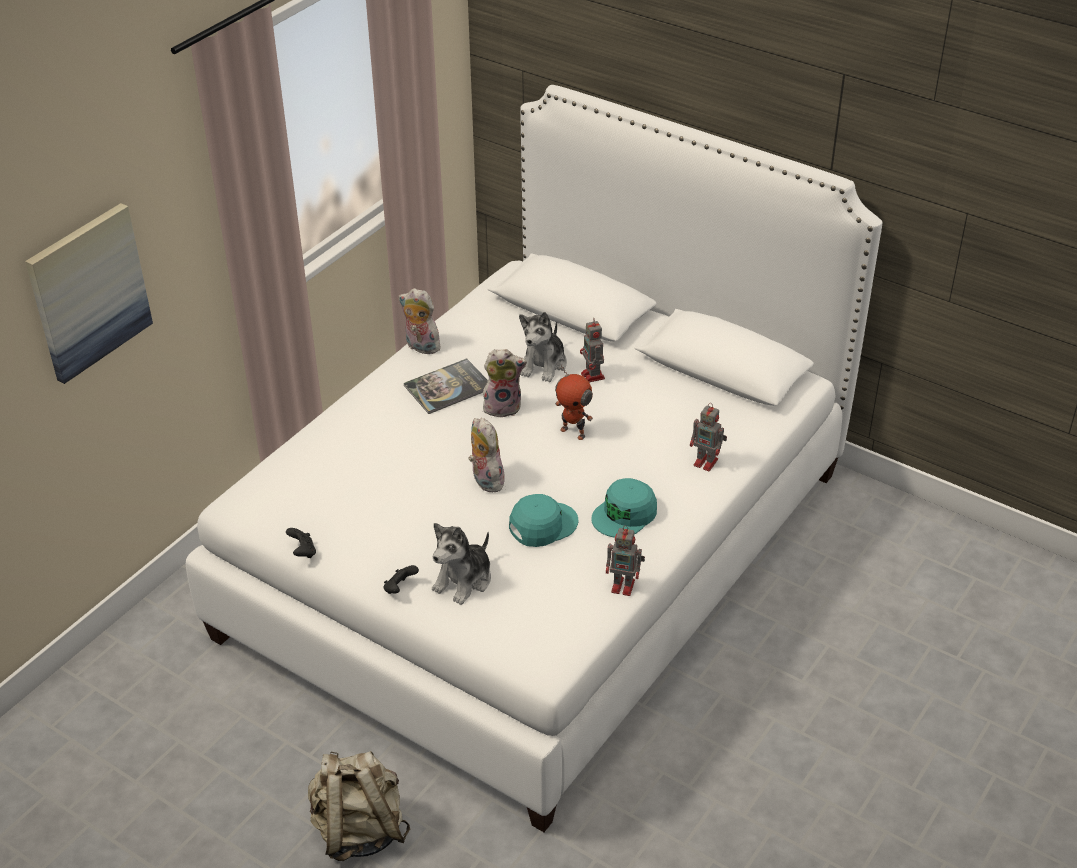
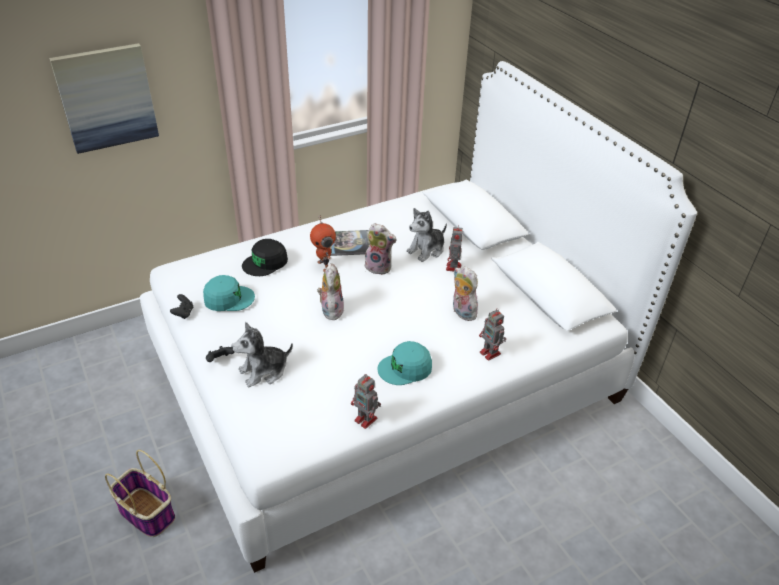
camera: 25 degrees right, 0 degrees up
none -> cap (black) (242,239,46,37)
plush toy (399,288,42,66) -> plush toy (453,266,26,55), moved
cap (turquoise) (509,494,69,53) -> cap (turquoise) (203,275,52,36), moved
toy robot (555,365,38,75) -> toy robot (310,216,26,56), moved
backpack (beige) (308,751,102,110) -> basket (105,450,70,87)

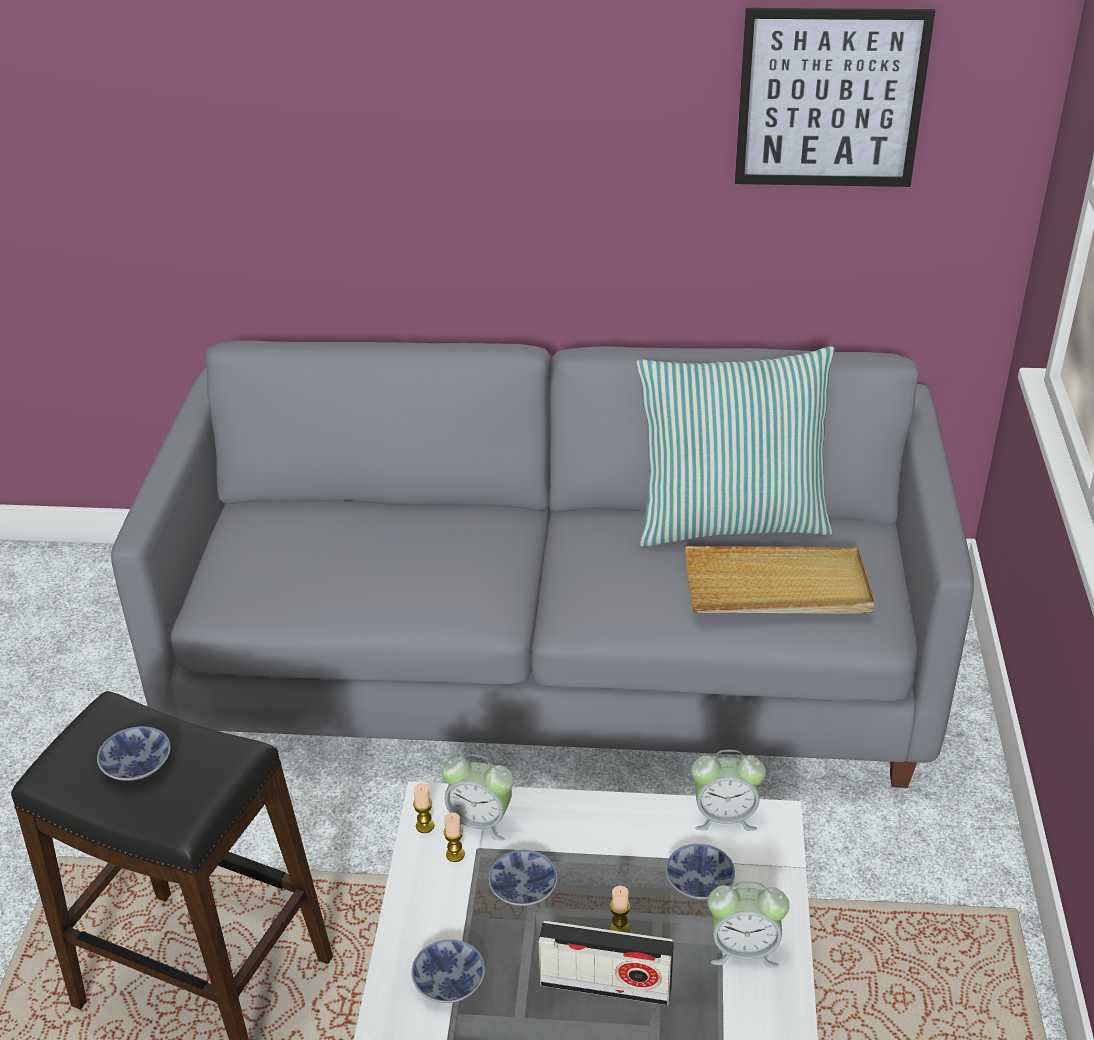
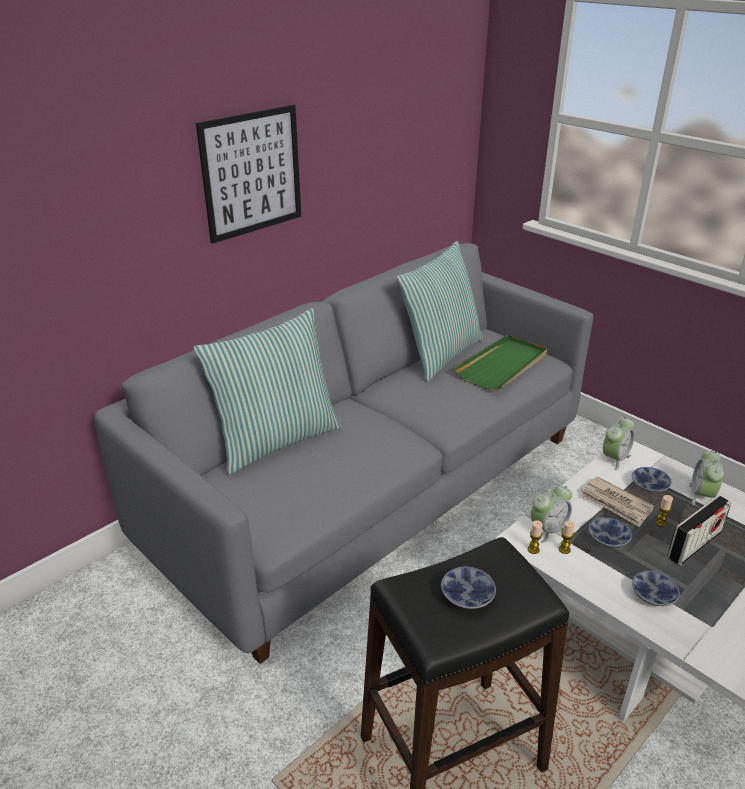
camera: 50 degrees left, 5 degrees down
none -> pillow (194,308,148,166)
none -> newspaper (580,476,74,51)
picture (735,8,200,179) -> picture (196,105,105,139), moved
tray (beige) (686,546,189,68) -> tray (green) (454,335,93,55)
alarm clock (708,881,82,86) -> alarm clock (689,450,35,55), 150 degrees clockwise

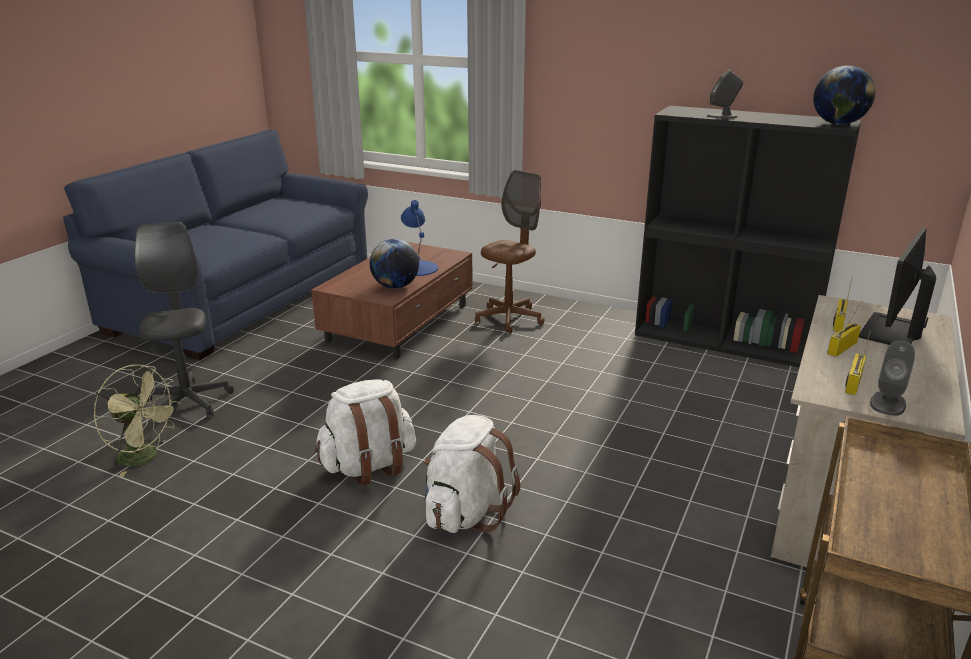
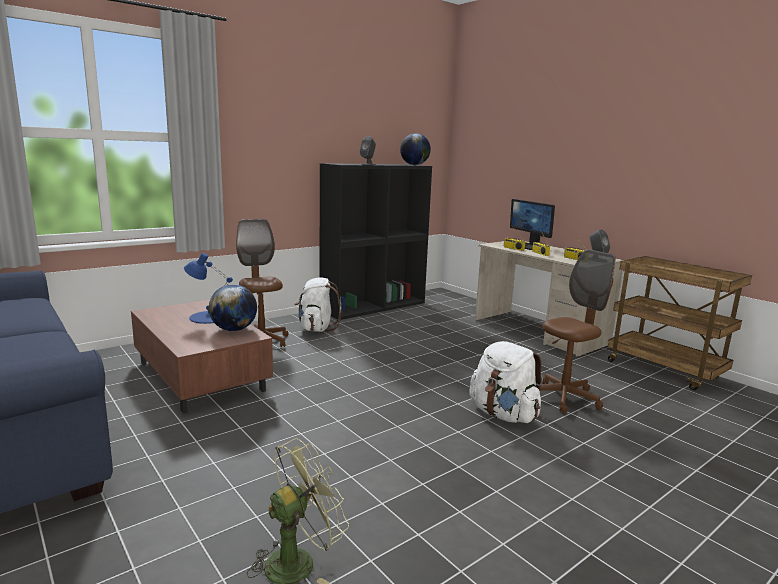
camera: 65 degrees left, 10 degrees down
office chair (grey) (134,222,100,202) -> none
none -> office chair (brown) (540,249,76,165)
backpack (white) (314,379,102,107) -> backpack (white) (294,278,48,54), moved

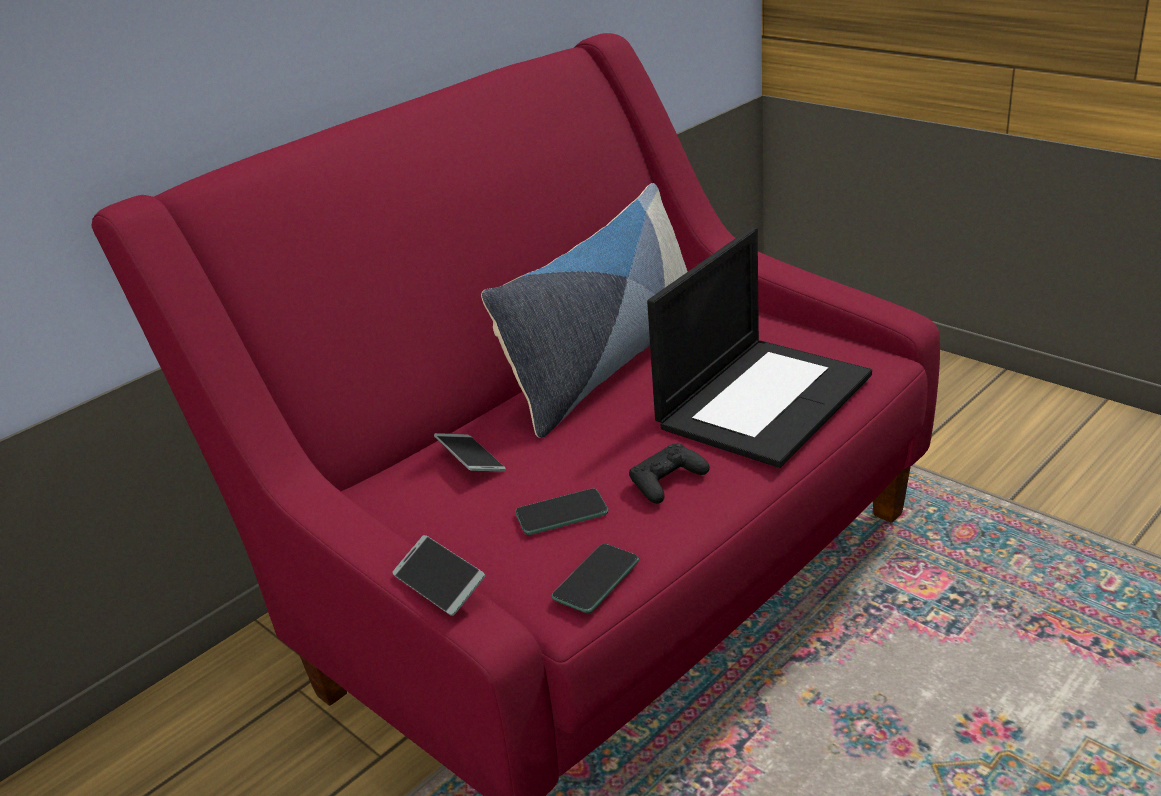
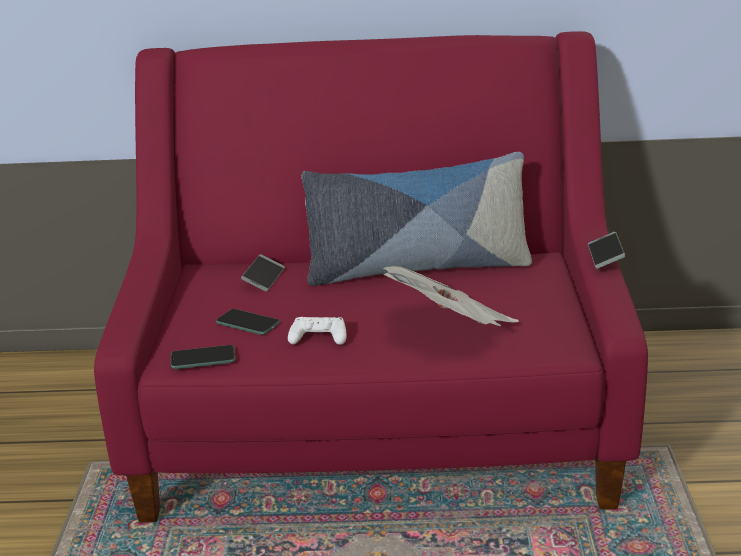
camera: 45 degrees right, 5 degrees down
phone (392,535,93,81) -> phone (588,232,37,37), moved
laptop (647,228,225,240) -> newspaper (383,266,136,60)
game controller (black) (629,444,81,60) -> game controller (white) (288,317,58,28)

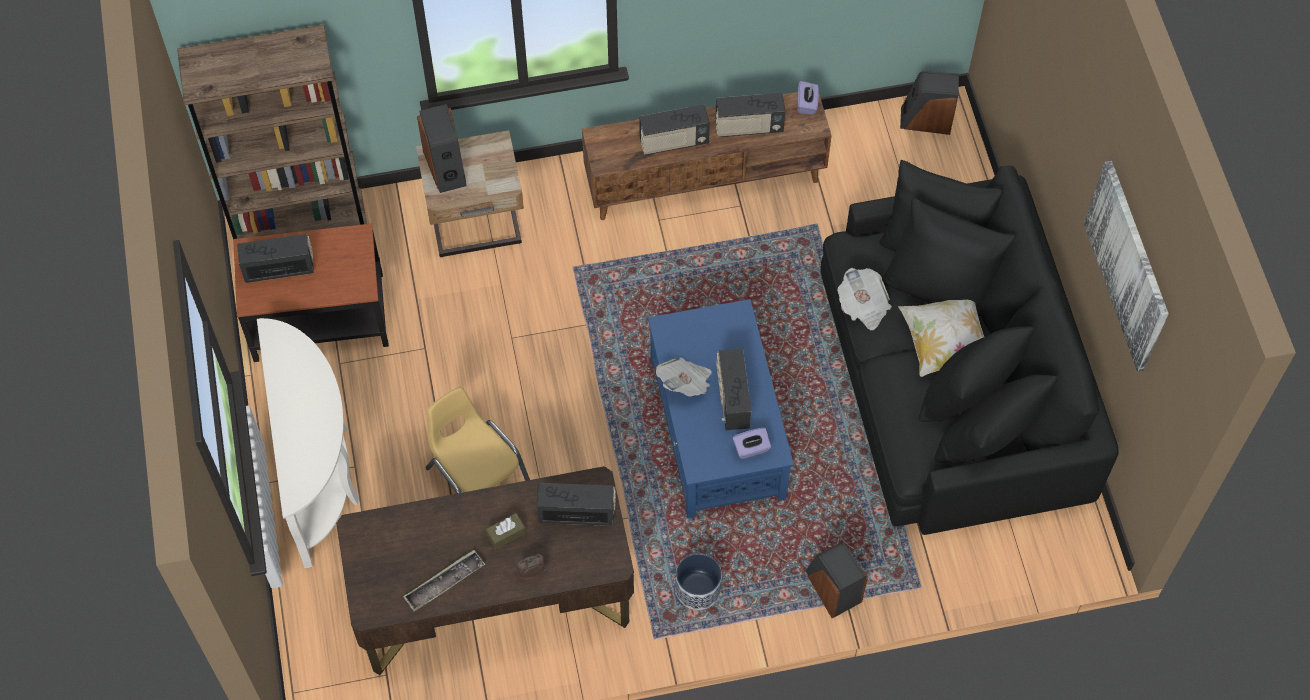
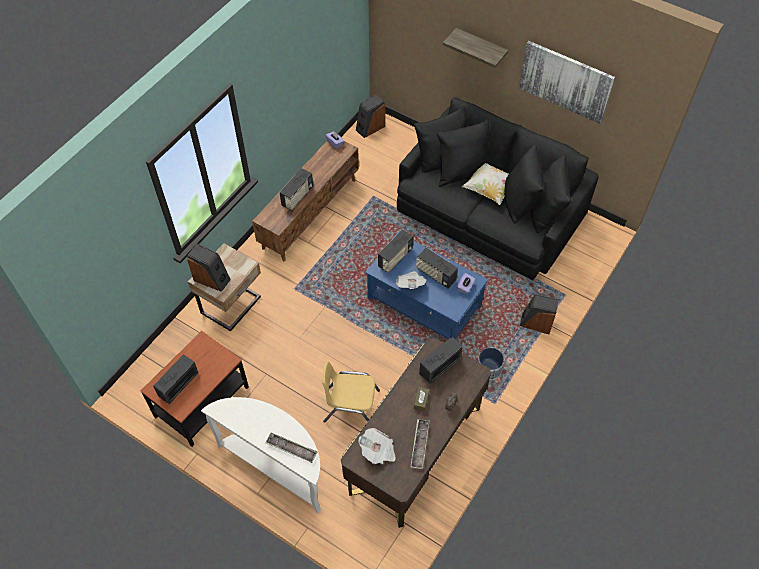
camera: 45 degrees left, 5 degrees down
bookcase (brown) (177,25,190,214) -> none
none -> tray (265,433,52,30)
none -> shelf (443,28,65,40)
radio (716,93,69,44) -> radio (378,230,35,43), moved
newspaper (837,268,55,62) -> newspaper (359,428,37,36), moved

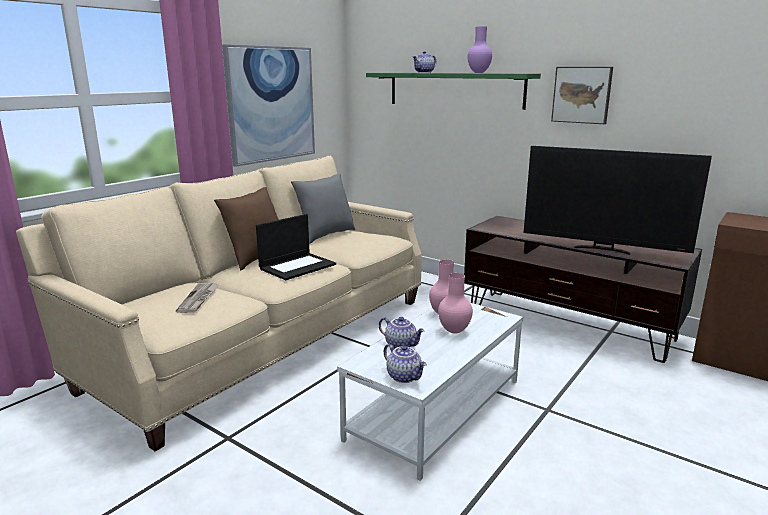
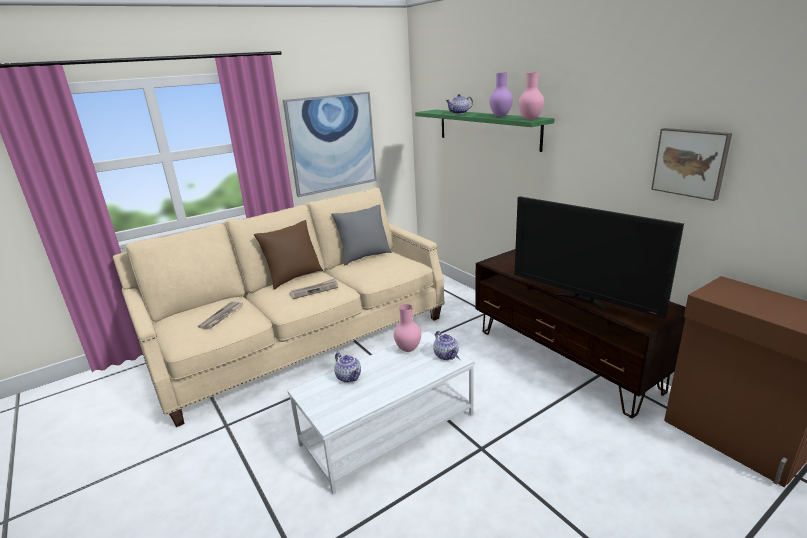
camera: 20 degrees right, 5 degrees up
teapot (384,344,43,39) -> teapot (433,331,26,29), moved
vase (pink) (438,273,35,61) -> vase (pink) (518,72,26,48), moved
picture (551,67,62,57) -> picture (651,128,81,73), moved
laptop (256,214,80,66) -> newspaper (289,279,49,20)

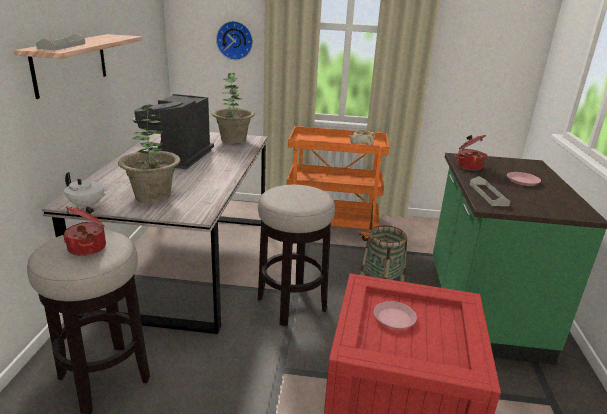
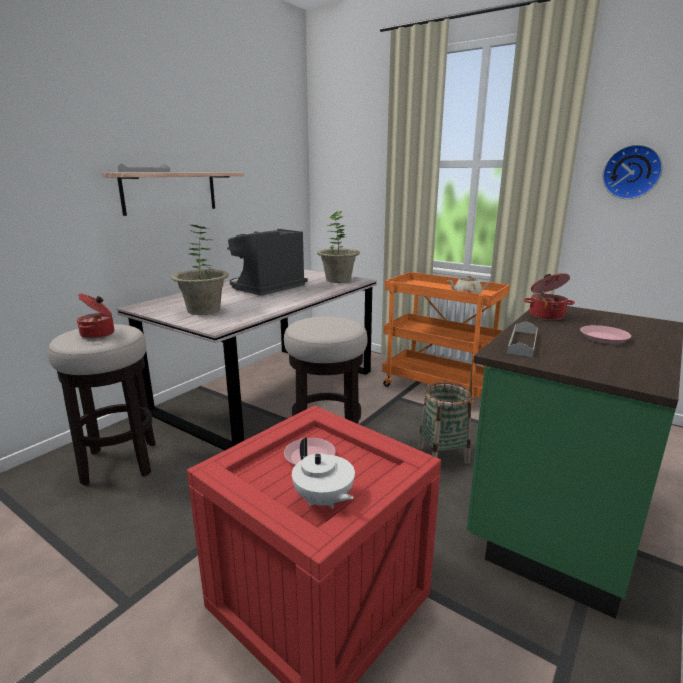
camera: 30 degrees right, 5 degrees down
teapot (white) (64,172,42,37) -> teapot (white) (292,438,63,71), moved
wall clock (216,21,37,39) -> wall clock (602,144,61,55), moved

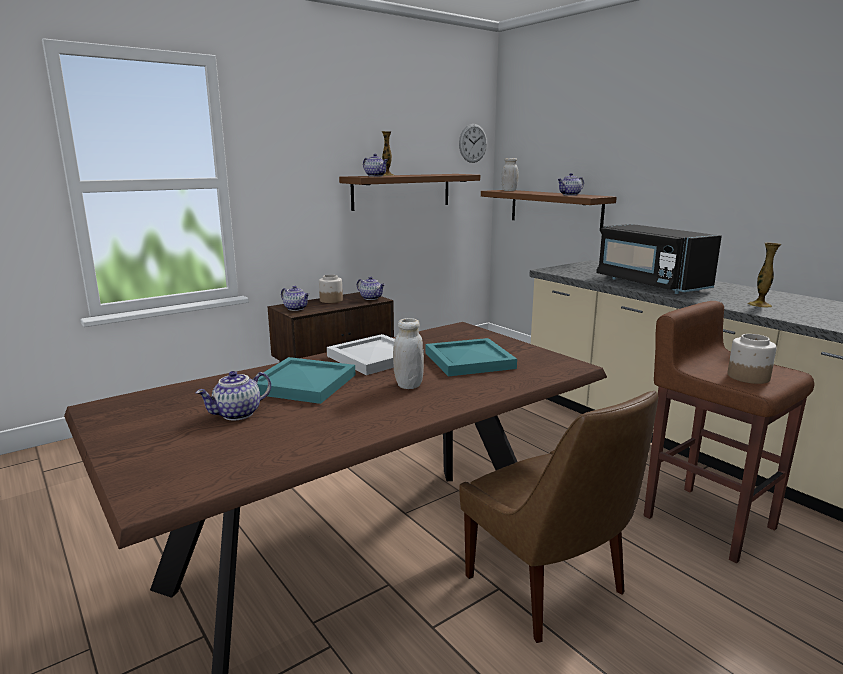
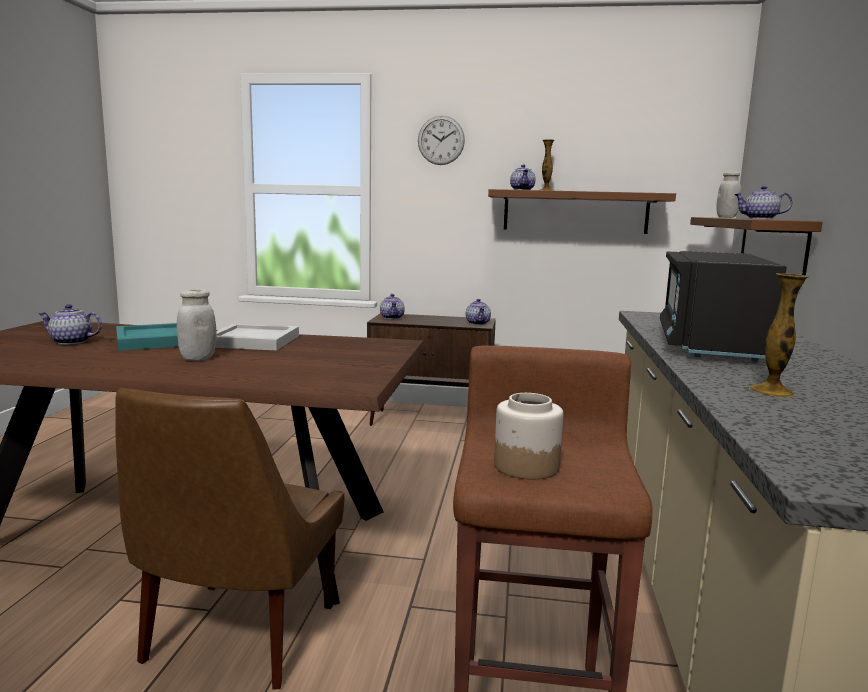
camera: 45 degrees right, 5 degrees down
jar (319,275,24,28) -> none
tray (turquoise) (426,338,91,38) -> none
wall clock (459,124,28,39) -> wall clock (418,116,47,49), moved

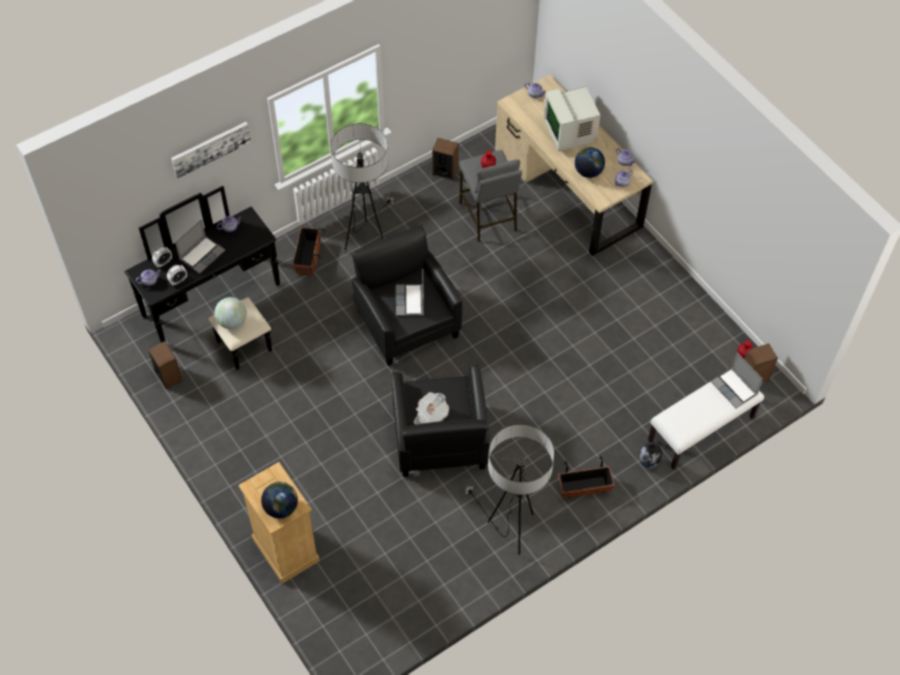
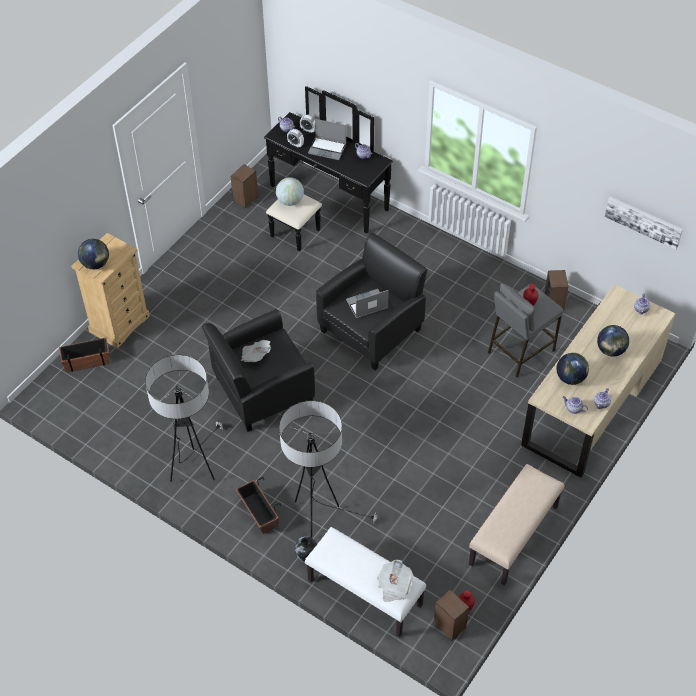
camera: 70 degrees right, 5 degrees down
none -> bench (beige) (469,464,96,121)
picture (171,122,80,57) -> picture (605,196,78,53), moved
planter (292,227,33,49) -> planter (59,338,50,35), moved
floor lamp (331,124,62,126) -> floor lamp (279,401,100,137), moved
monitor (543,87,57,64) -> globe (597,325,32,32)
laptop (711,352,52,57) -> newspaper (377,560,37,42)

